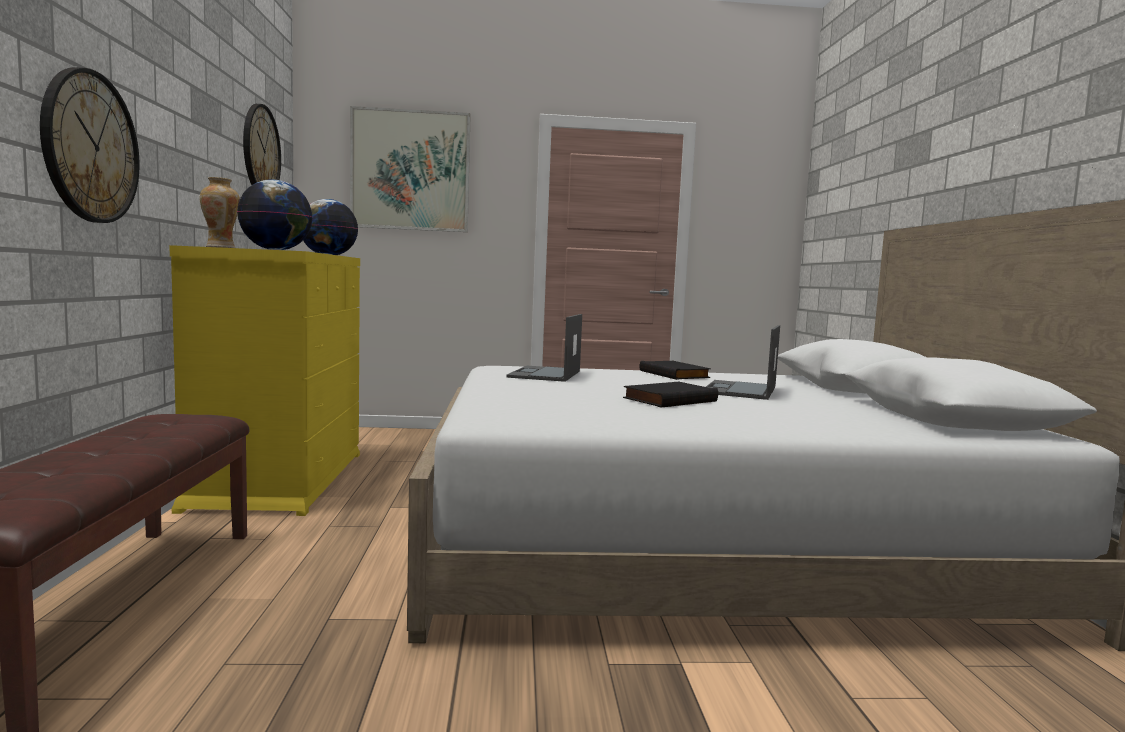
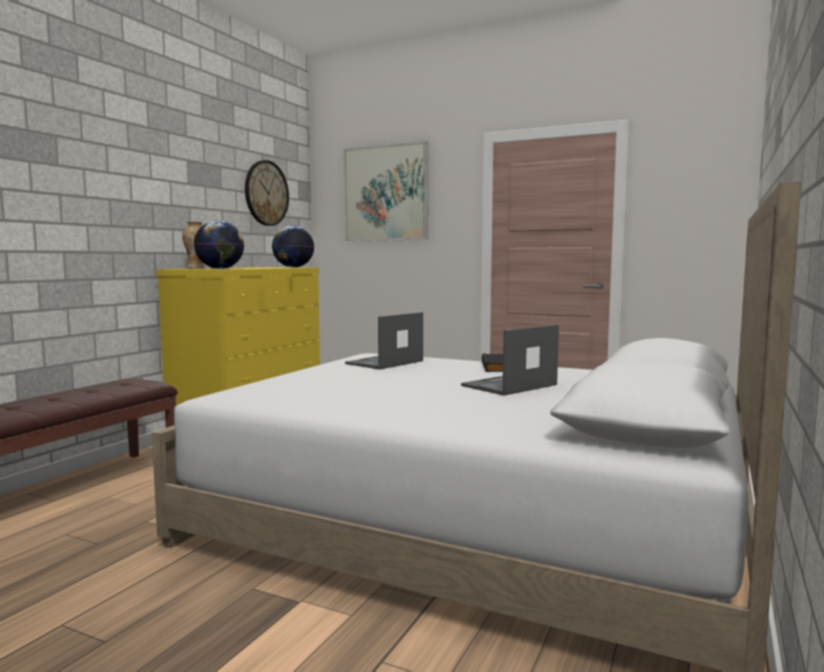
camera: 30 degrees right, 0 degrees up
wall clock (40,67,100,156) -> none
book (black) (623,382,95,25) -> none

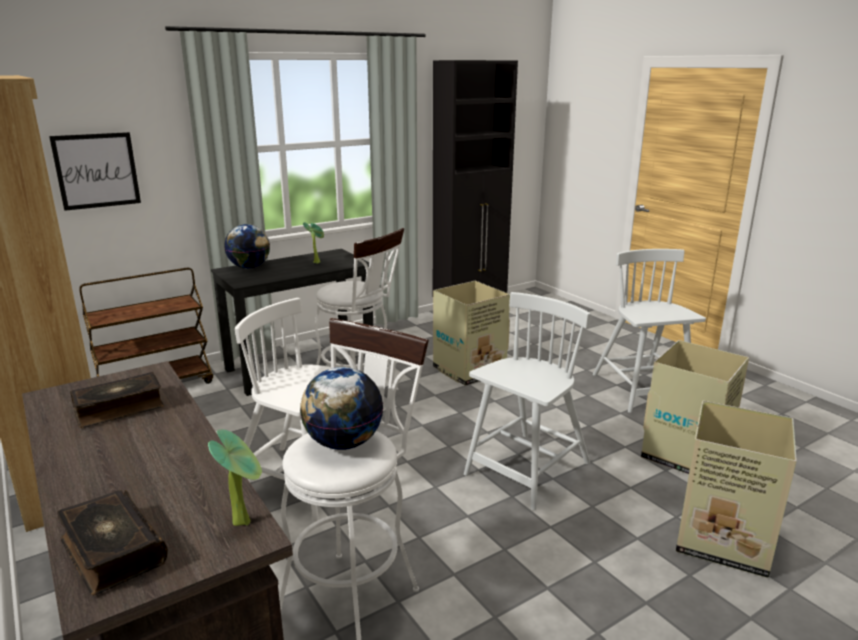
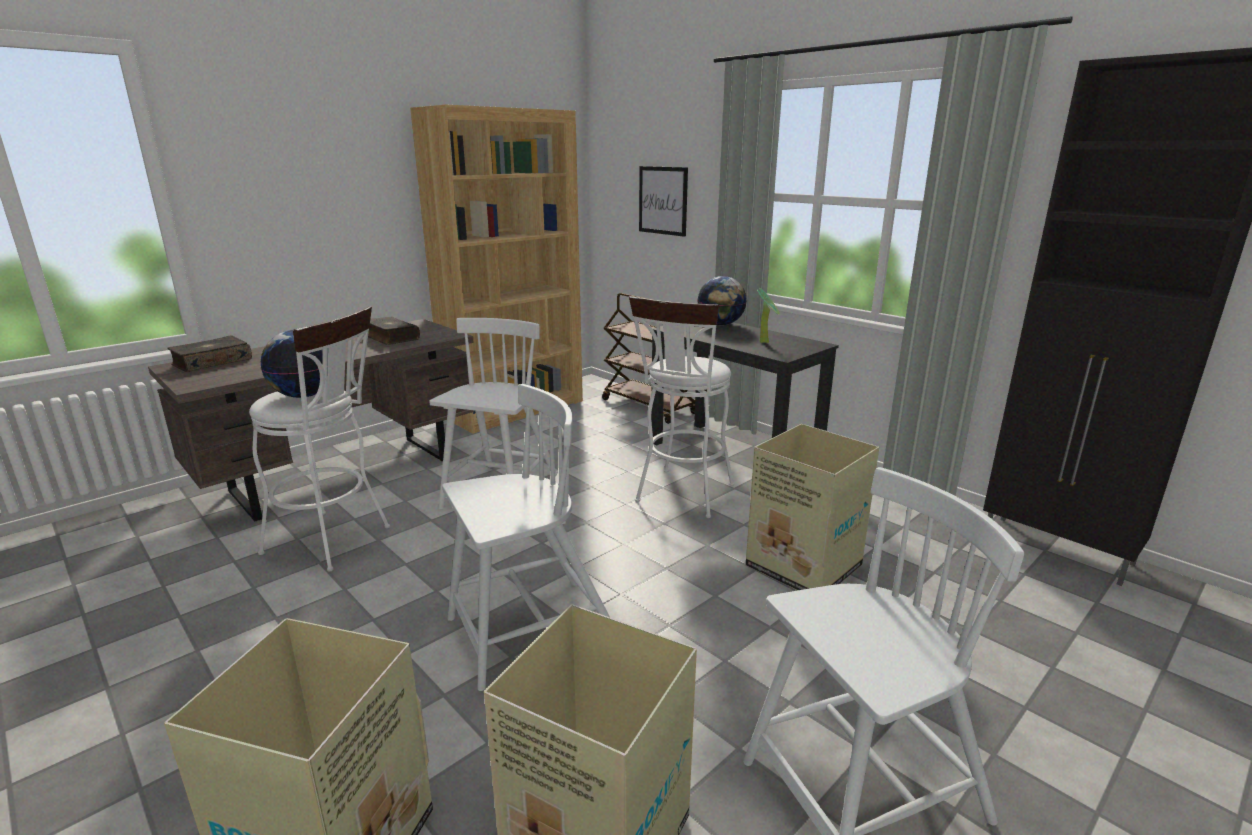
camera: 80 degrees right, 0 degrees up
potted plant (208,429,54,97) -> none
chair (white) (464,292,127,218) -> chair (white) (442,384,168,307), 60 degrees counterclockwise

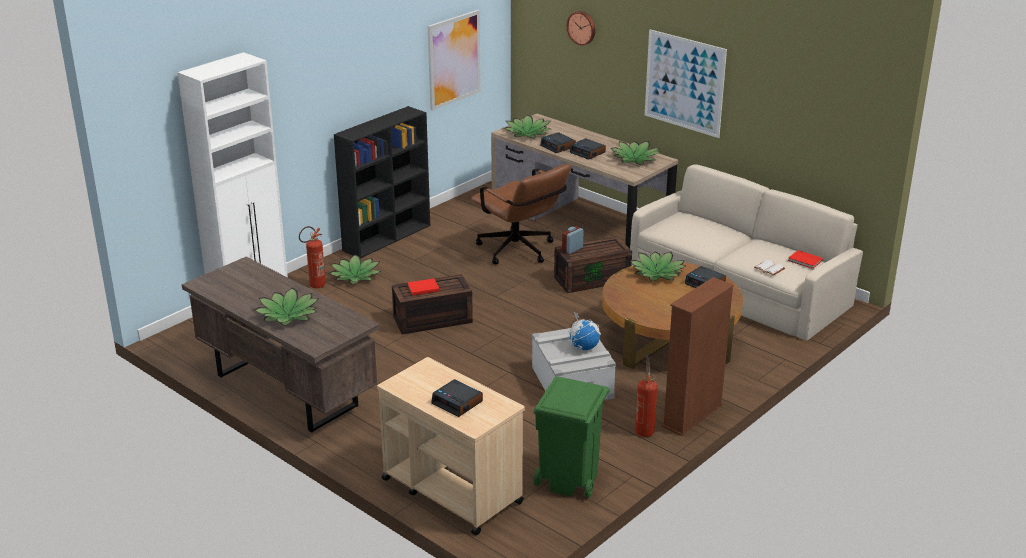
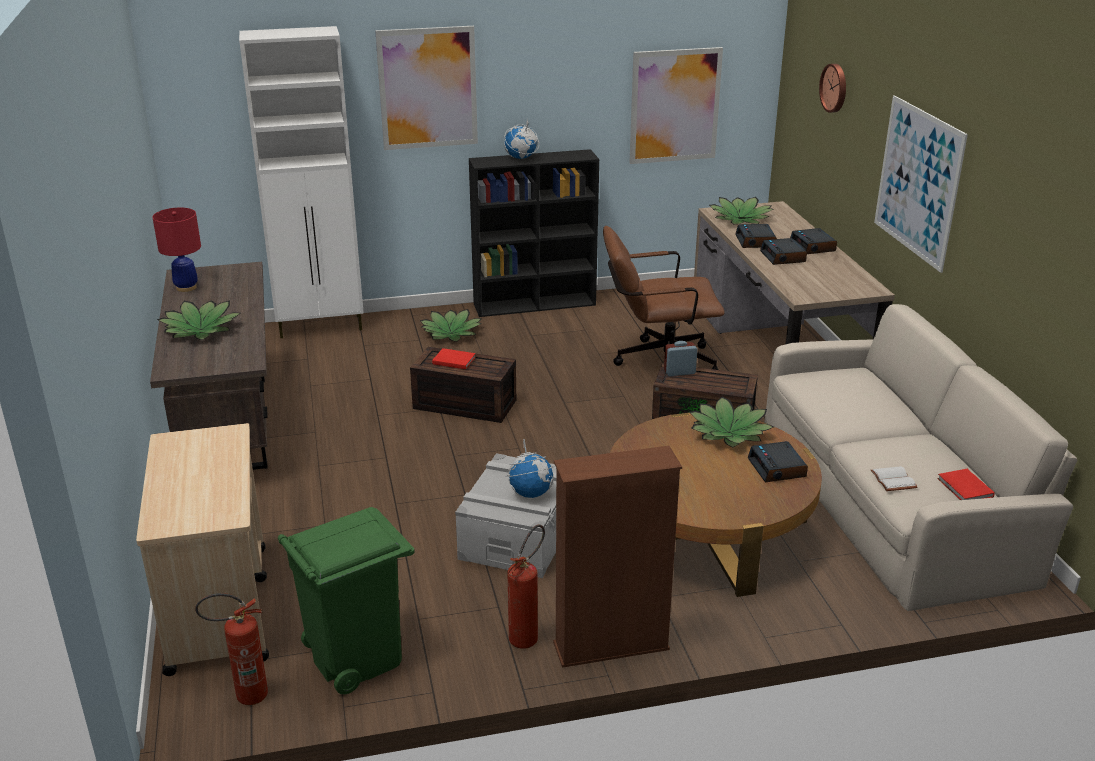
camera: 35 degrees right, 0 degrees up
potted plant (611,141,49,24) -> none
none -> table lamp (red) (152,208,49,84)
none -> picture (375,26,103,124)
none -> globe (504,118,35,41)
fire extinguisher (299,226,27,62) -> fire extinguisher (195,593,73,112), moved
alarm clock (431,379,52,38) -> alarm clock (790,228,47,26), moved
office chair (brown) (471,164,100,101) -> office chair (brown) (603,226,122,144), 90 degrees clockwise

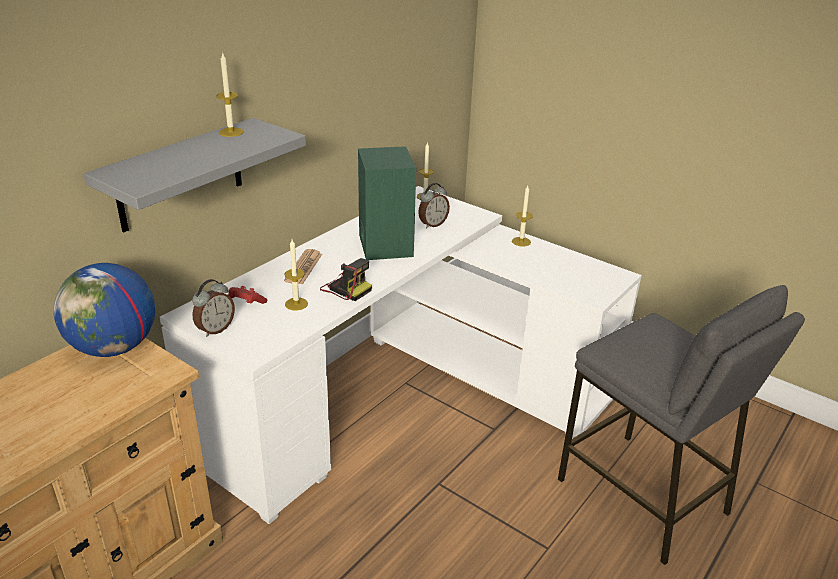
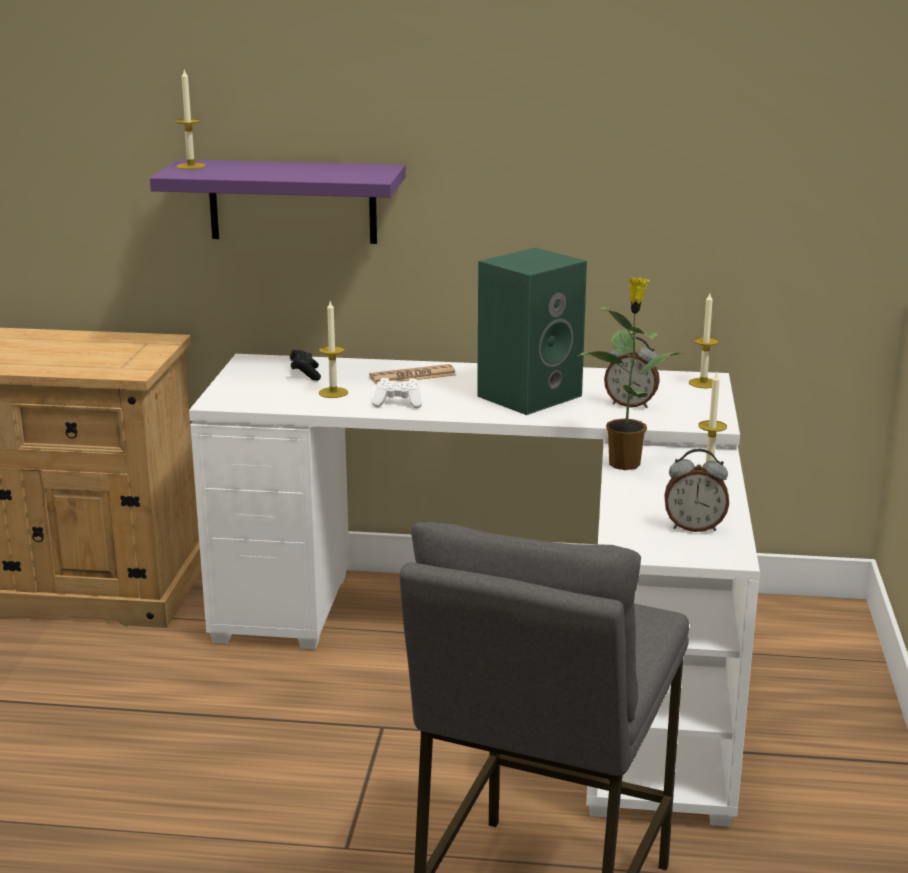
camera: 60 degrees right, 10 degrees down
globe (54,263,101,94) -> none
none -> potted plant (578,277,106,193)
alarm clock (192,279,43,58) -> alarm clock (664,448,65,84), moved
candle (216,52,28,85) -> candle (175,70,31,99), moved
photo camera (320,258,52,43) -> game controller (white) (372,378,50,31)
shelf (grey) (83,118,223,114) -> shelf (purple) (150,160,256,84)
game controller (red) (228,286,39,18) -> game controller (black) (290,350,31,31)

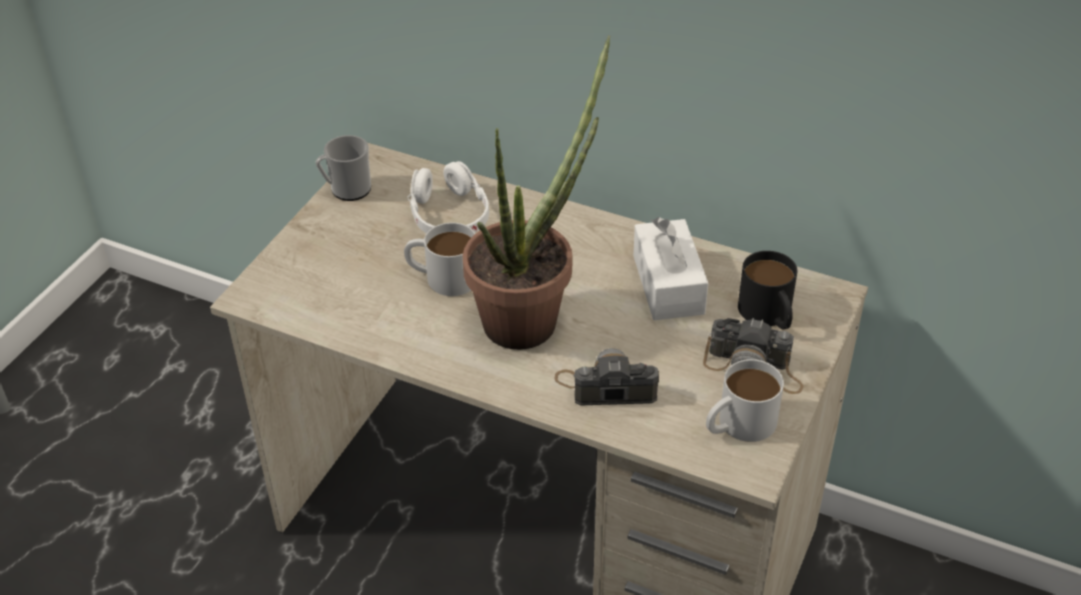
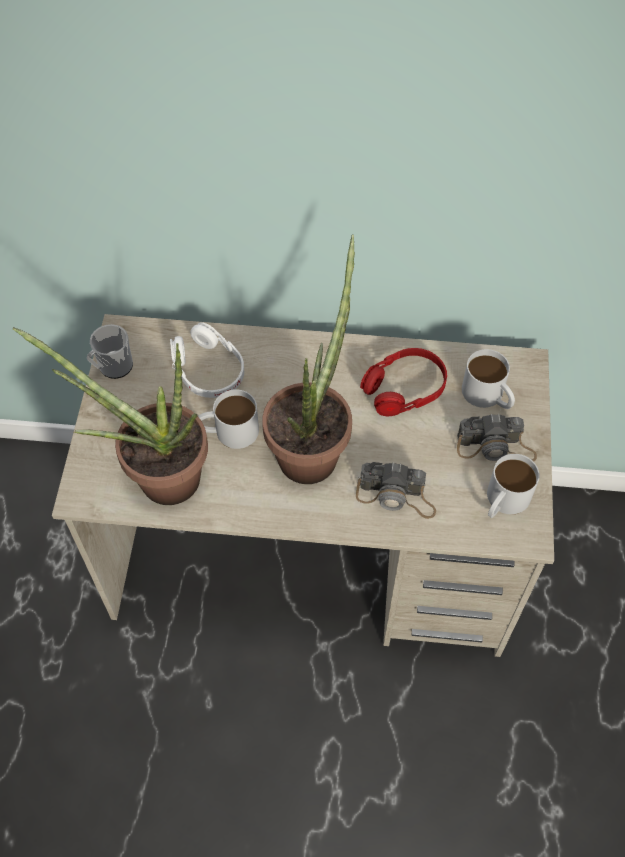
camera: 20 degrees left, 15 degrees up
none -> potted plant (13,327,195,178)
tissue box (white) (633,217,75,103) -> headphones (red) (360,348,87,68)
mug (black) (738,251,59,78) -> mug (white) (462,349,53,60)
photo camera (554,348,105,57) -> photo camera (356,462,80,57), 150 degrees counterclockwise

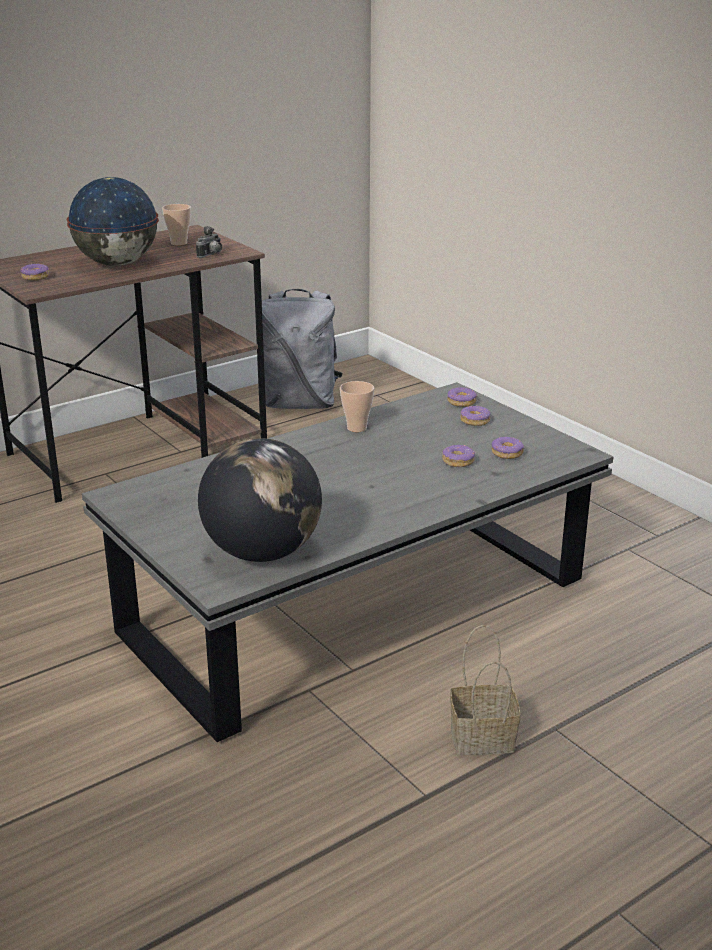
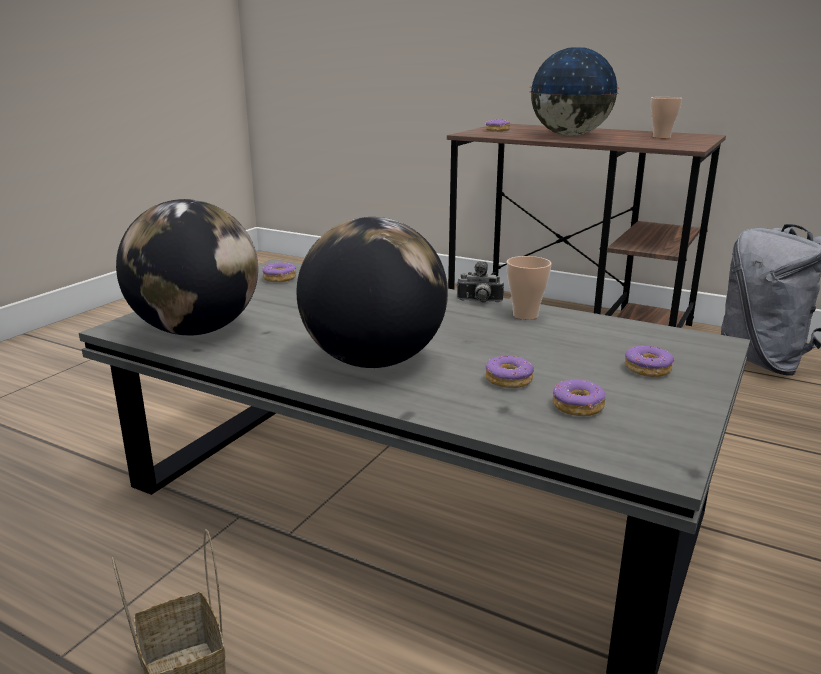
camera: 65 degrees right, 5 degrees down
none -> globe (297,217,151,151)
photo camera (196,226,26,32) -> photo camera (457,261,47,41), moved
donut (447,387,30,20) -> donut (262,262,34,20), moved

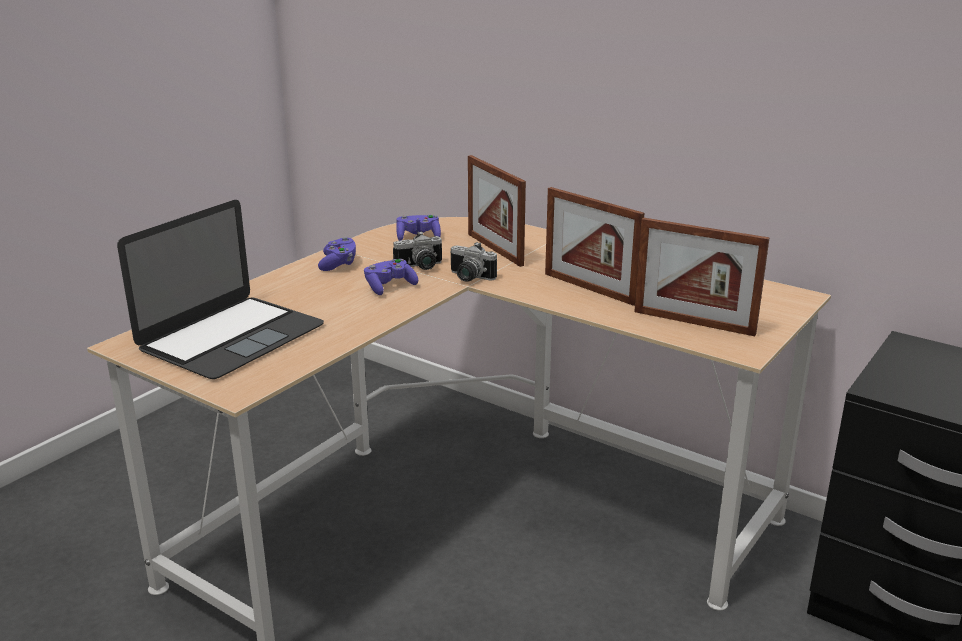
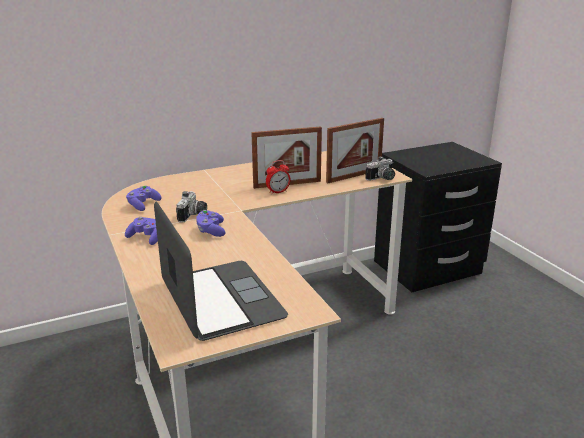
camera: 60 degrees left, 0 degrees up
picture frame (468,155,58,112) -> none
none -> alarm clock (266,160,25,34)
photo camera (450,242,47,40) -> photo camera (365,156,30,25), moved

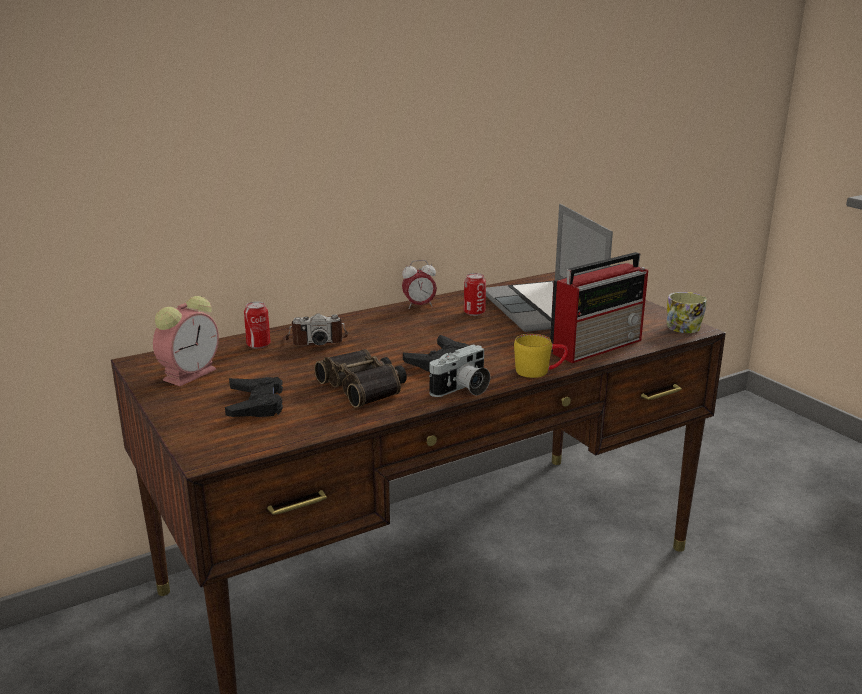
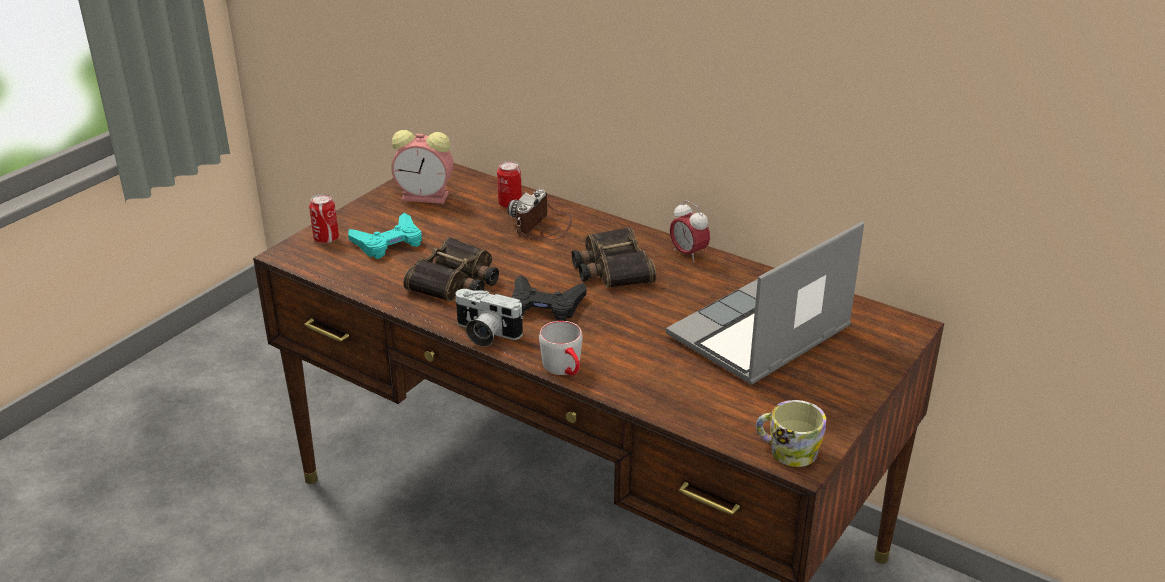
camera: 65 degrees right, 10 degrees up
radio (550,252,98,111) -> none
none -> binoculars (572,227,84,61)
can (464,273,22,43) -> can (309,194,30,50), moved
game controller (black) (225,377,58,40) -> game controller (turquoise) (348,213,74,46)
mug (yellow) (514,334,54,44) -> mug (grey) (539,321,44,54)
photo camera (283,313,65,33) -> photo camera (507,189,65,51), 60 degrees clockwise

